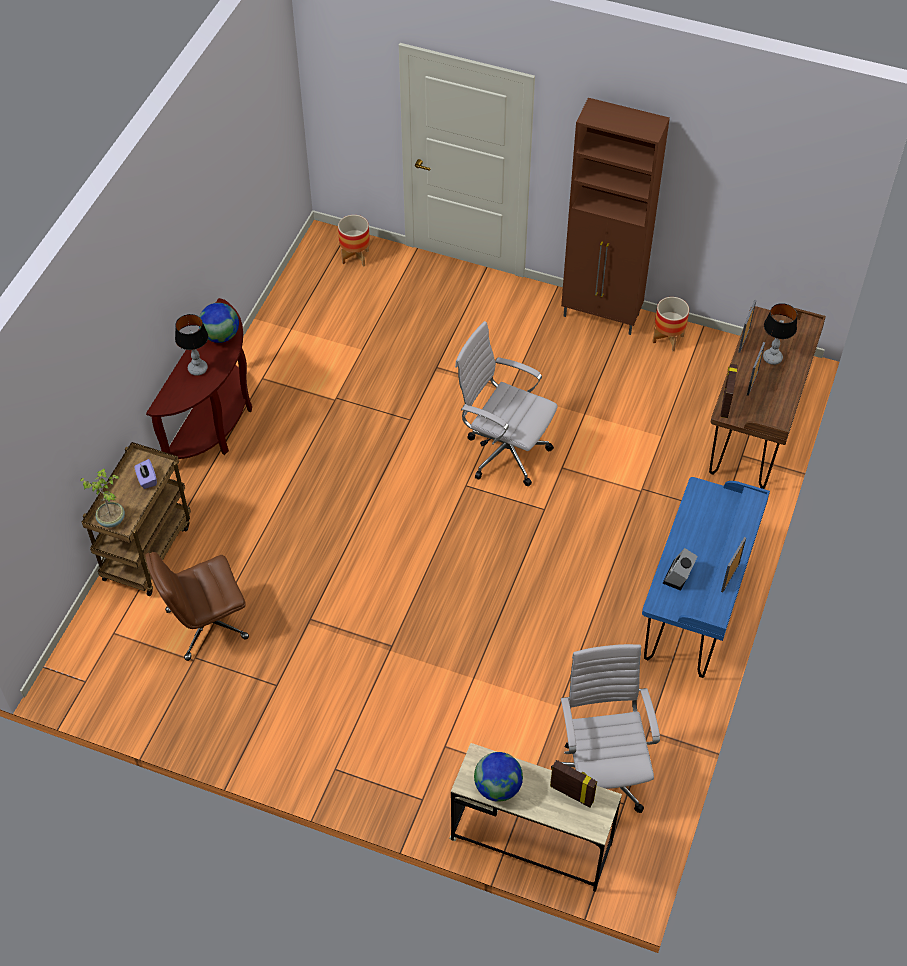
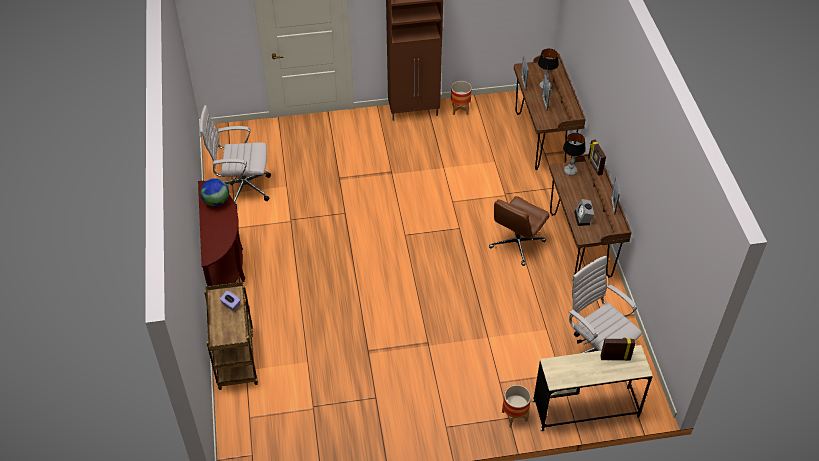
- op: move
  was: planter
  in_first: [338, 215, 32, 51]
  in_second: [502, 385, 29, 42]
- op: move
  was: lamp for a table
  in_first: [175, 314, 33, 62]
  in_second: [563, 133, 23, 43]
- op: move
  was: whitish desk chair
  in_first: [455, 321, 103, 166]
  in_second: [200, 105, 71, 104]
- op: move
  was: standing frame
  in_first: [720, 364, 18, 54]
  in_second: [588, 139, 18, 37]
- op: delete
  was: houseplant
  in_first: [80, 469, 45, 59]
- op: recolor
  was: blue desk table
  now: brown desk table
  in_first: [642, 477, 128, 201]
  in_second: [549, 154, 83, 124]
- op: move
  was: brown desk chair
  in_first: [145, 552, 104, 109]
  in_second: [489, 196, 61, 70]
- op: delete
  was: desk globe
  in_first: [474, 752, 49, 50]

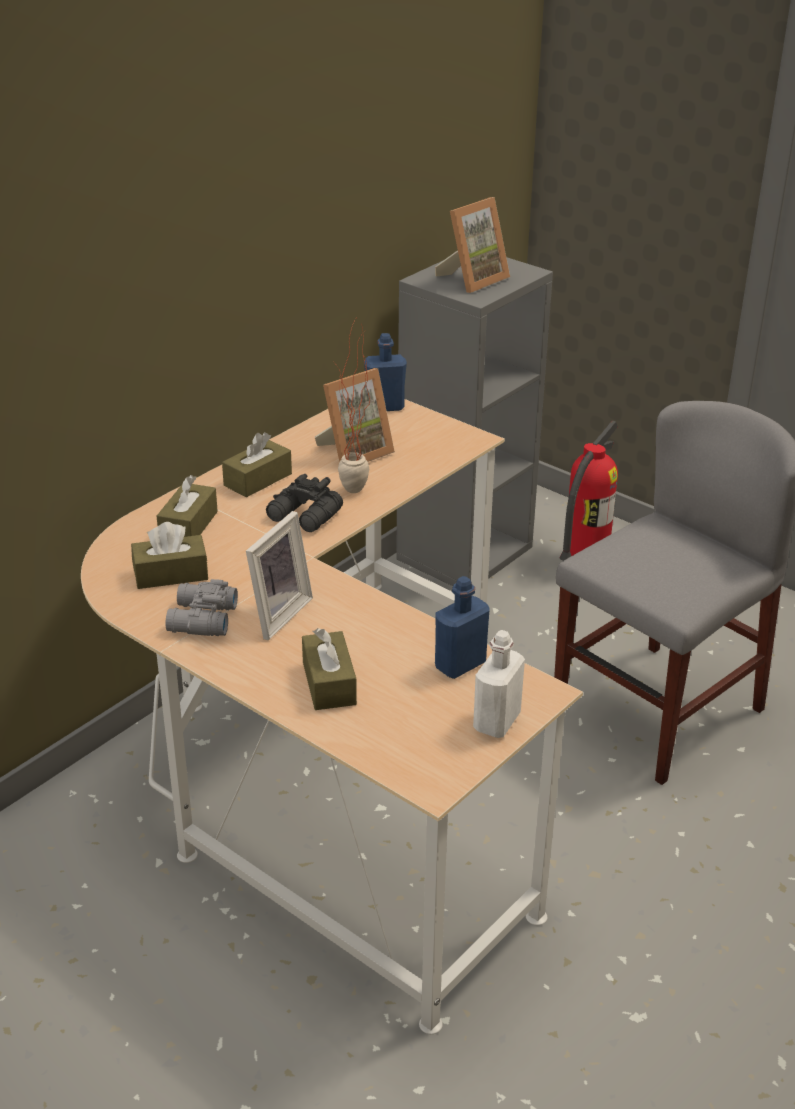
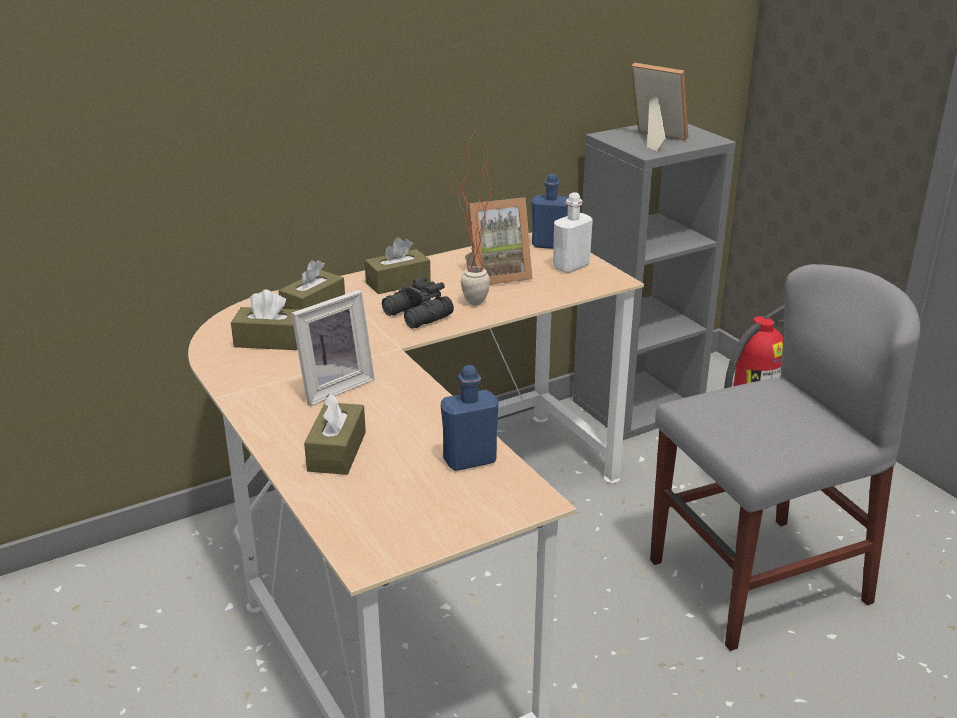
- op: rotate
  was: standing frame
  in_first: [435, 197, 75, 96]
  in_second: [631, 63, 57, 88]
  clockwise: -120
- op: delete
  was: grey binoculars
  in_first: [165, 579, 73, 57]
- op: move
  was: whitish beverage bottle
  in_first: [473, 630, 52, 108]
  in_second: [553, 192, 40, 81]

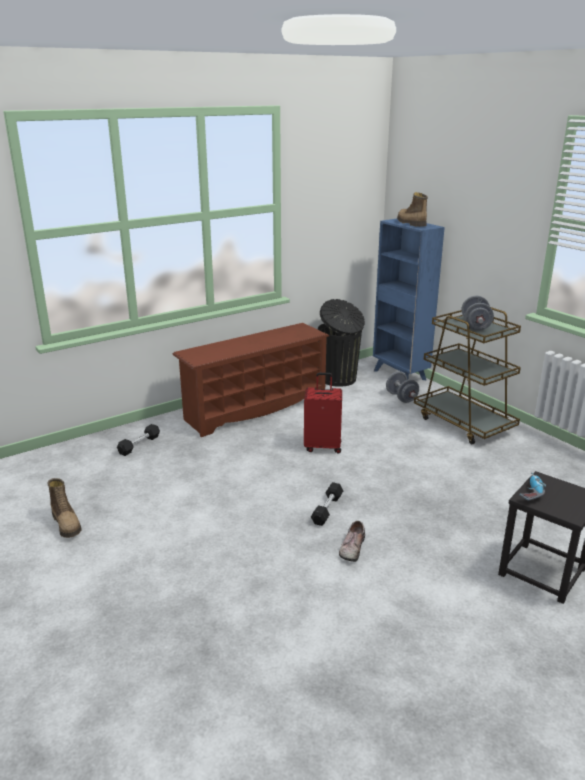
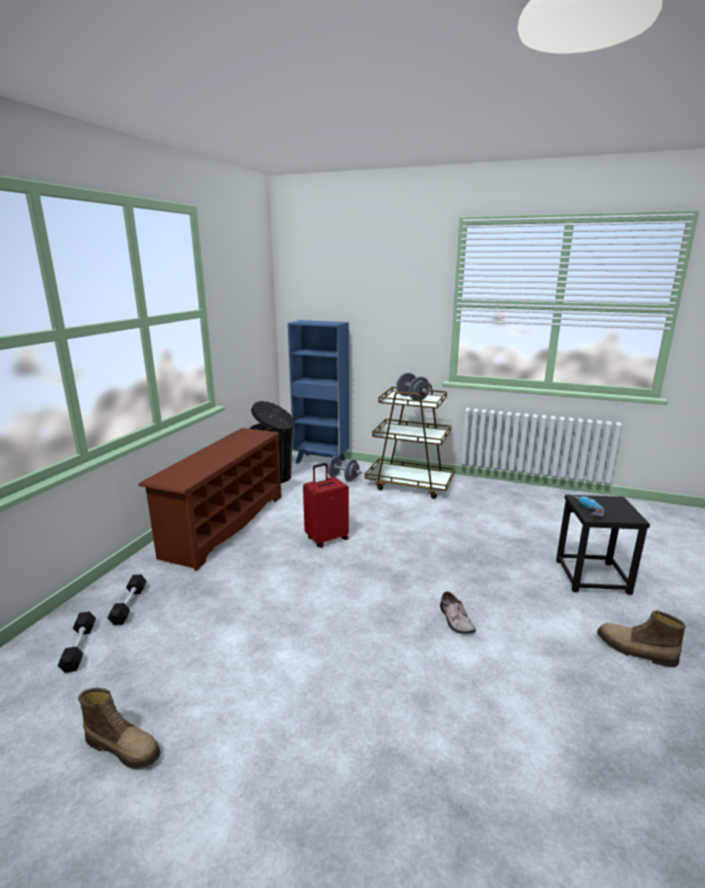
- op: move
  was: high-top boot
  in_first: [397, 192, 31, 35]
  in_second: [597, 610, 89, 57]
- op: move
  was: black hand weight
  in_first: [311, 482, 32, 44]
  in_second: [58, 612, 38, 61]

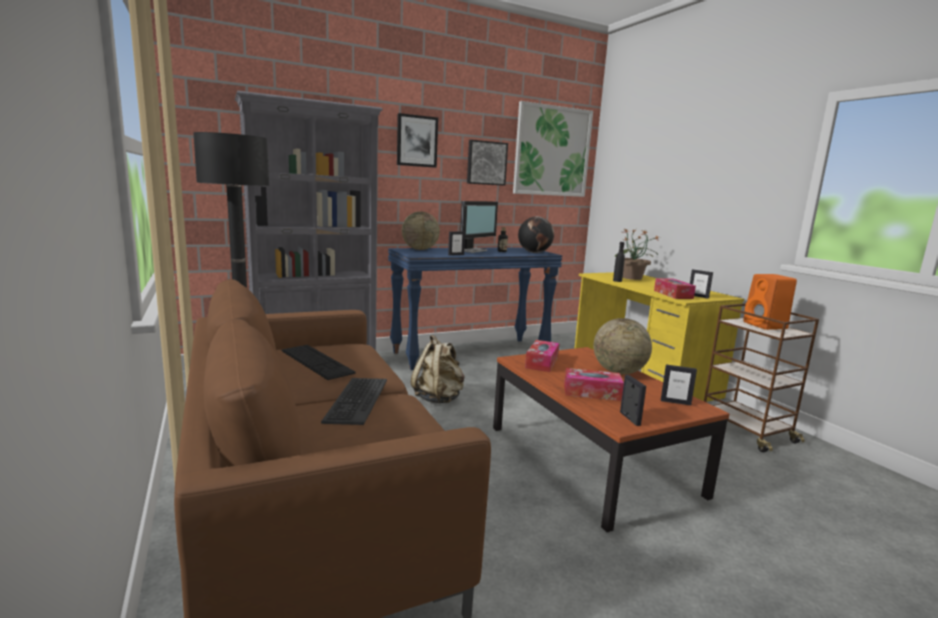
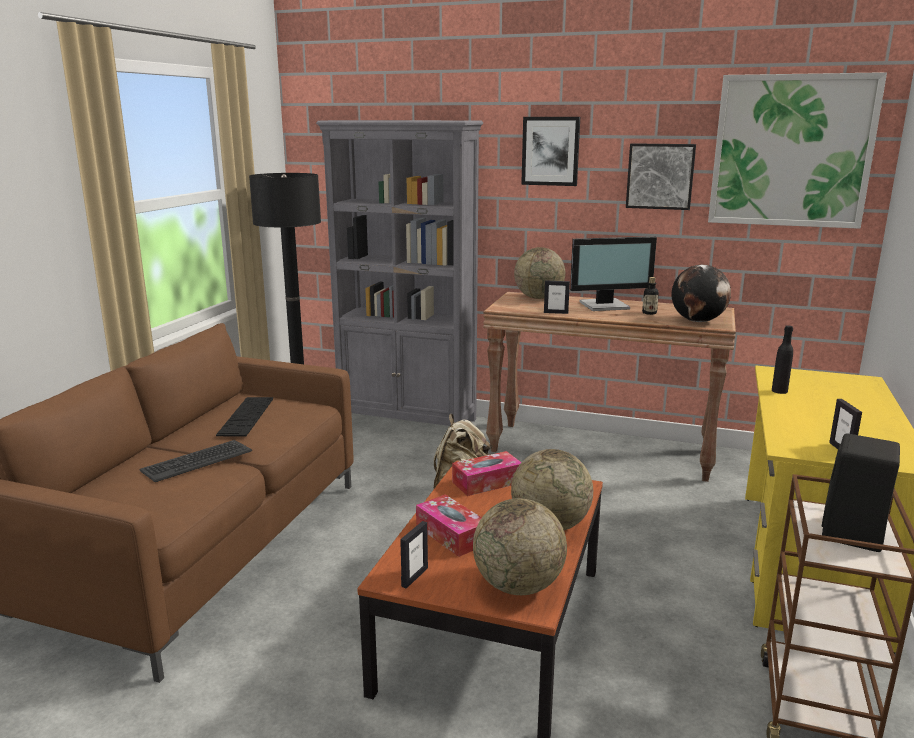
- op: delete
  was: houseplant
  in_first: [615, 229, 45, 51]
- op: recolor
  was: blue hall table
  now: brown hall table
  in_first: [388, 247, 175, 123]
  in_second: [483, 292, 253, 190]
- op: recolor
  was: orange loudspeaker
  now: black loudspeaker
  in_first: [743, 274, 54, 56]
  in_second: [822, 433, 78, 119]
- op: delete
  was: tissue box
  in_first: [654, 278, 42, 21]
- op: replace
  was: standing frame
  now: desk globe
  in_first: [661, 365, 36, 40]
  in_second: [473, 499, 94, 96]

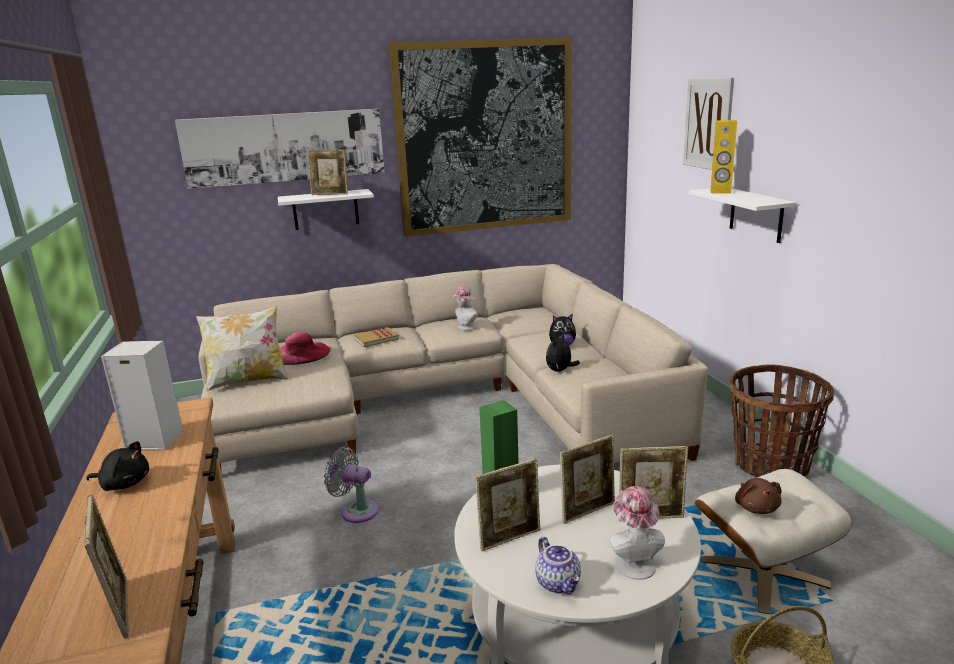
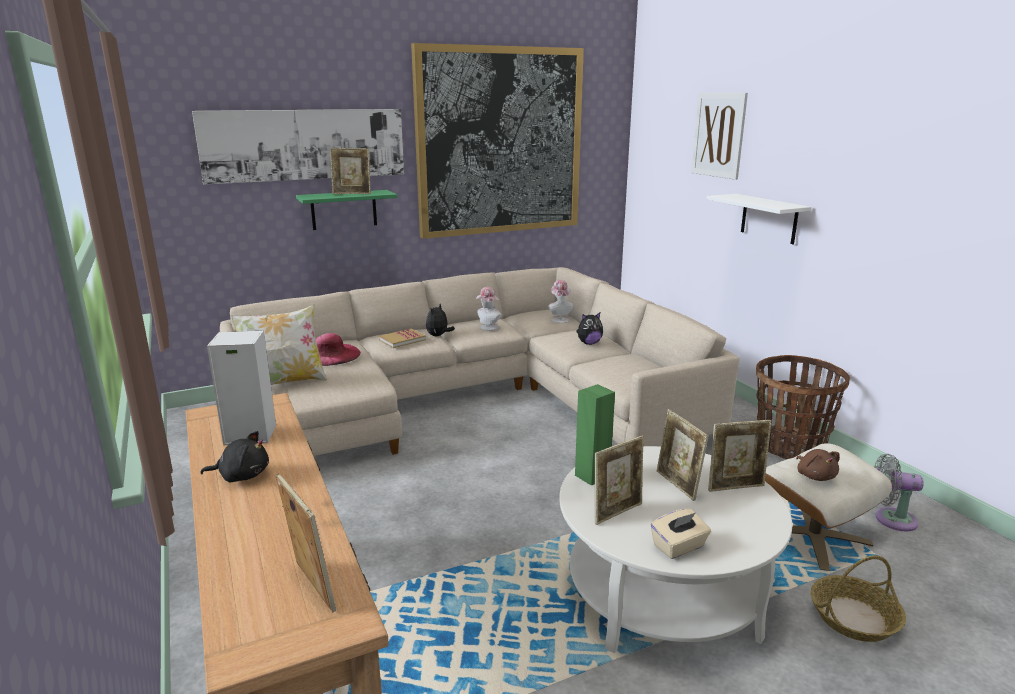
- op: delete
  was: yellow loudspeaker
  in_first: [710, 120, 27, 73]
- op: recolor
  was: whitish wall shelf
  now: green wall shelf
  in_first: [278, 189, 96, 41]
  in_second: [296, 190, 102, 40]
- op: move
  was: soft toy
  in_first: [546, 334, 34, 38]
  in_second: [426, 304, 29, 32]
- op: rotate
  was: standing frame
  in_first: [560, 435, 55, 89]
  in_second: [657, 409, 52, 92]
  clockwise: 105
- op: move
  was: grey electric fan
  in_first: [324, 447, 55, 76]
  in_second: [875, 454, 49, 78]
- op: move
  was: wearable hat
  in_first: [609, 486, 56, 94]
  in_second: [548, 280, 26, 43]
- op: replace
  was: teapot
  now: sand-coloured tissue box
  in_first: [535, 537, 46, 57]
  in_second: [651, 509, 60, 50]

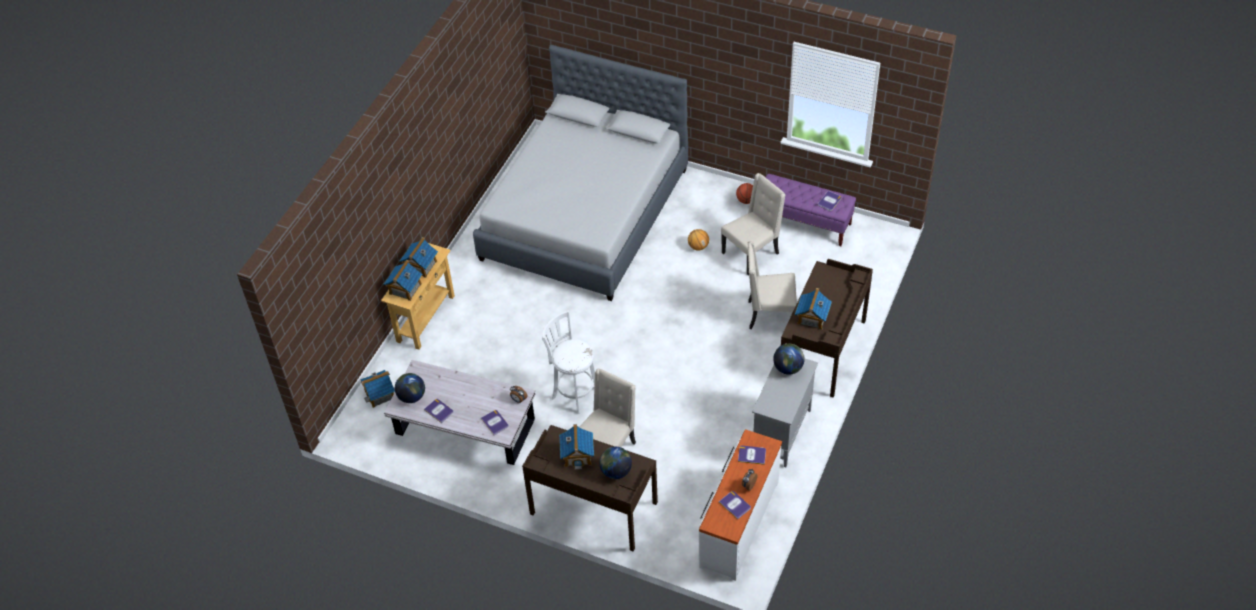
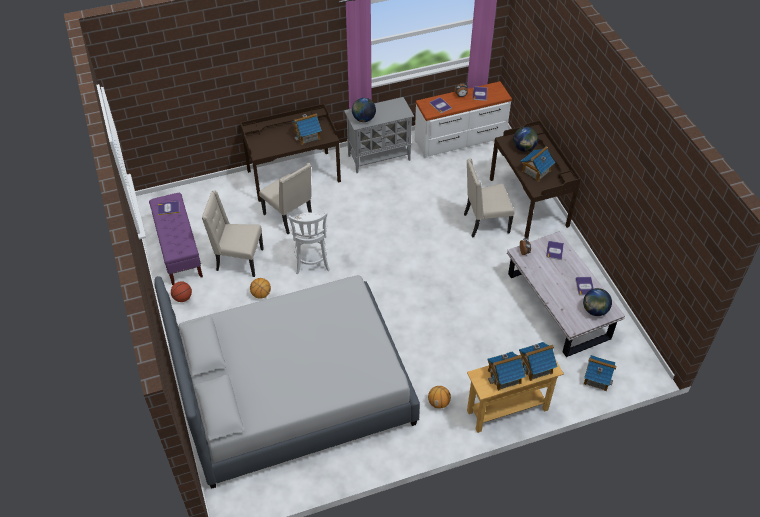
- op: move
  was: whitish sitting stool
  in_first: [542, 311, 53, 103]
  in_second: [288, 212, 42, 62]
- op: insert
  now: basketball ball
  in_second: [428, 386, 23, 23]

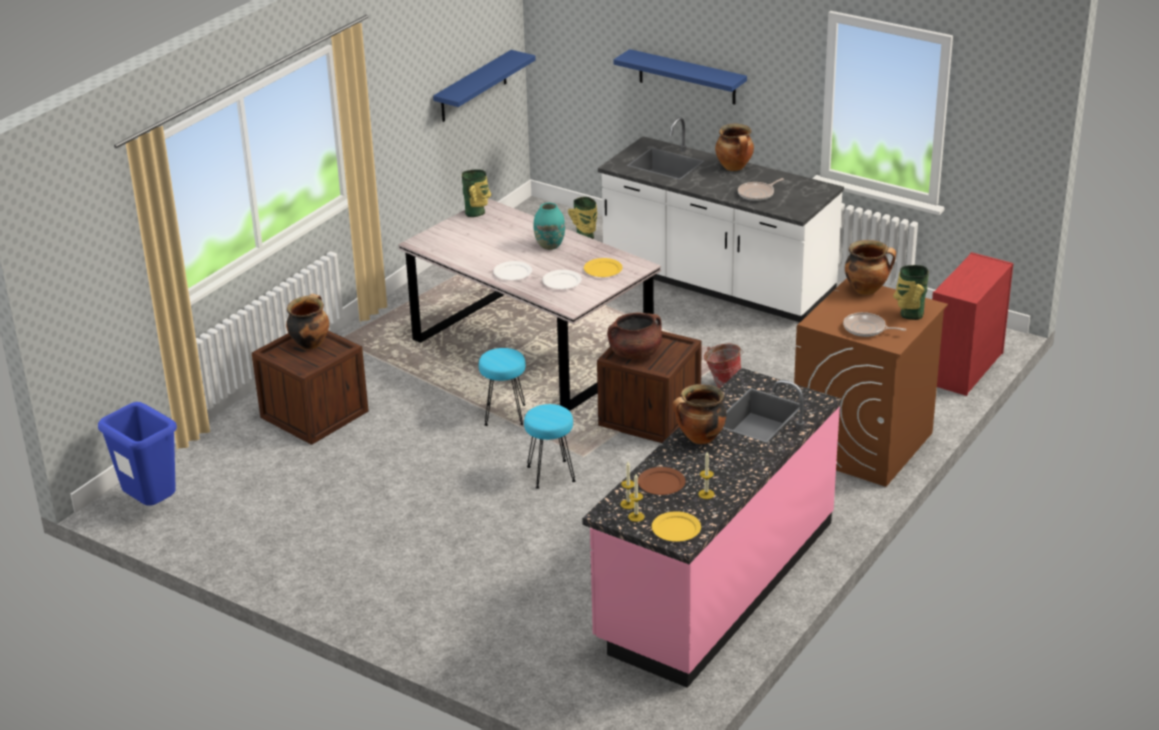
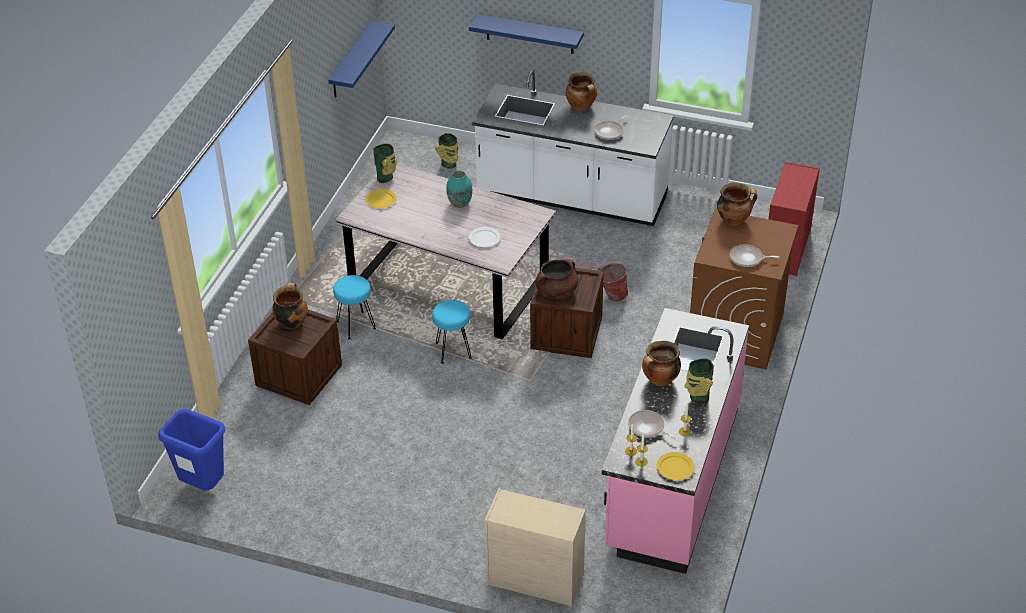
- op: move
  was: yellow flat dish
  in_first: [584, 258, 39, 19]
  in_second: [366, 189, 30, 19]
- op: delete
  was: whitish flat dish
  in_first: [493, 261, 39, 19]
- op: move
  was: decorative vase
  in_first: [893, 265, 36, 55]
  in_second: [684, 358, 30, 45]
- op: move
  was: turquoise-coloured sitting stool
  in_first: [524, 404, 52, 85]
  in_second: [333, 275, 43, 64]
- op: replace
  was: brown flat dish
  now: frying pan
  in_first: [638, 467, 48, 28]
  in_second: [628, 410, 49, 29]
- op: insert
  now: sand-coloured chest of drawers
  in_second: [485, 488, 101, 119]

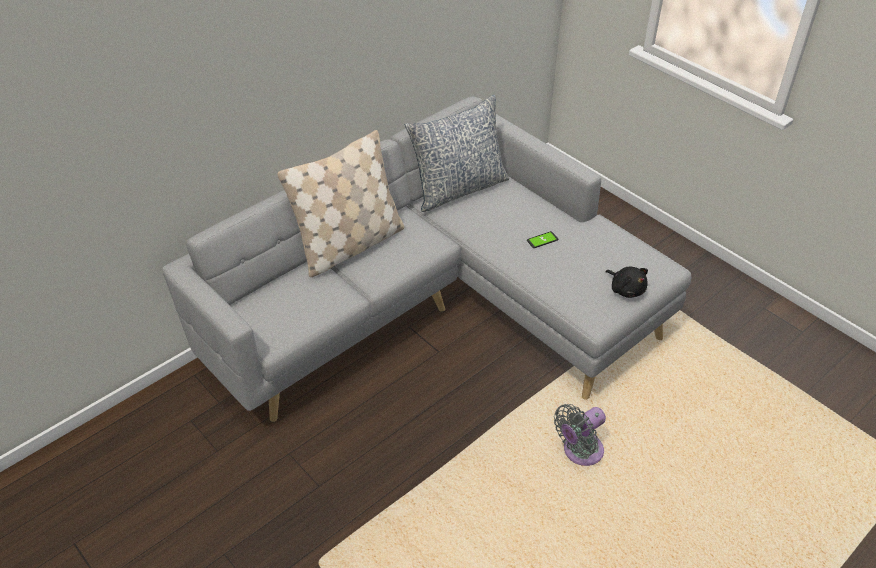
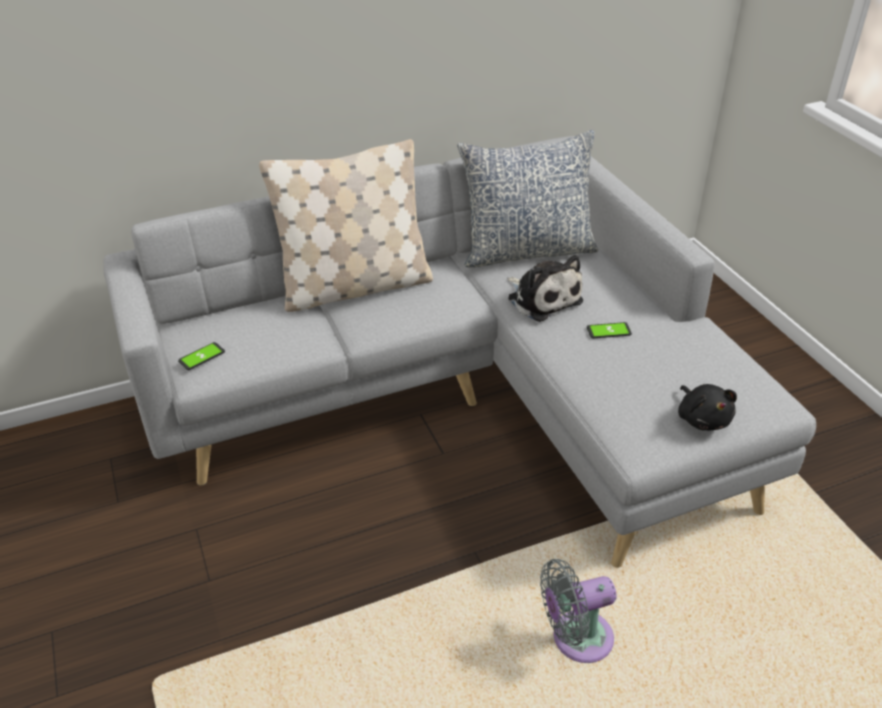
- op: insert
  now: soft toy
  in_second: [507, 255, 76, 67]
- op: insert
  now: handset
  in_second: [178, 342, 47, 28]

